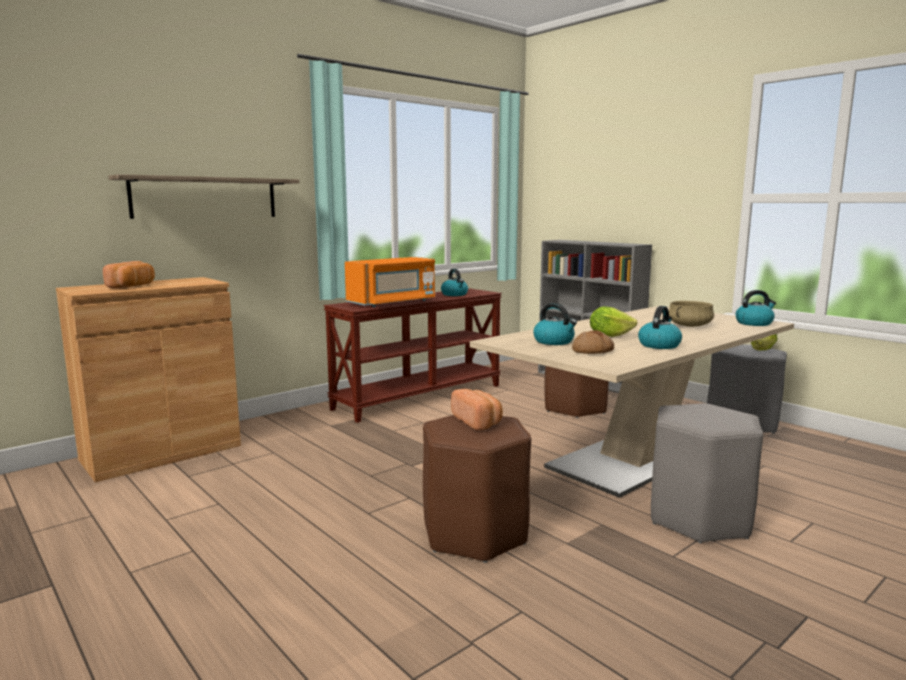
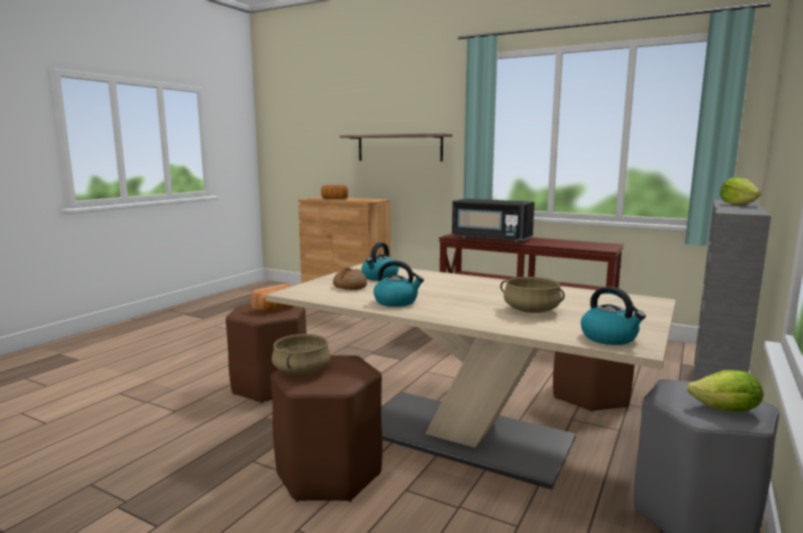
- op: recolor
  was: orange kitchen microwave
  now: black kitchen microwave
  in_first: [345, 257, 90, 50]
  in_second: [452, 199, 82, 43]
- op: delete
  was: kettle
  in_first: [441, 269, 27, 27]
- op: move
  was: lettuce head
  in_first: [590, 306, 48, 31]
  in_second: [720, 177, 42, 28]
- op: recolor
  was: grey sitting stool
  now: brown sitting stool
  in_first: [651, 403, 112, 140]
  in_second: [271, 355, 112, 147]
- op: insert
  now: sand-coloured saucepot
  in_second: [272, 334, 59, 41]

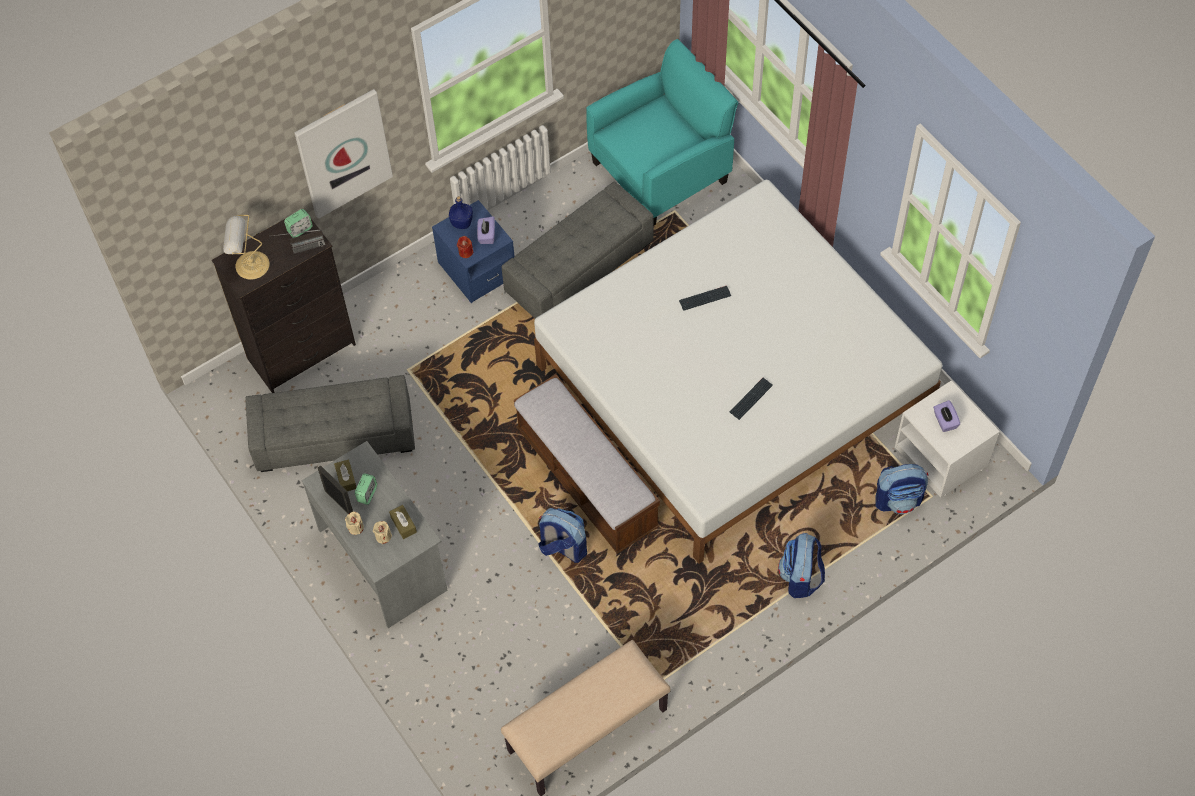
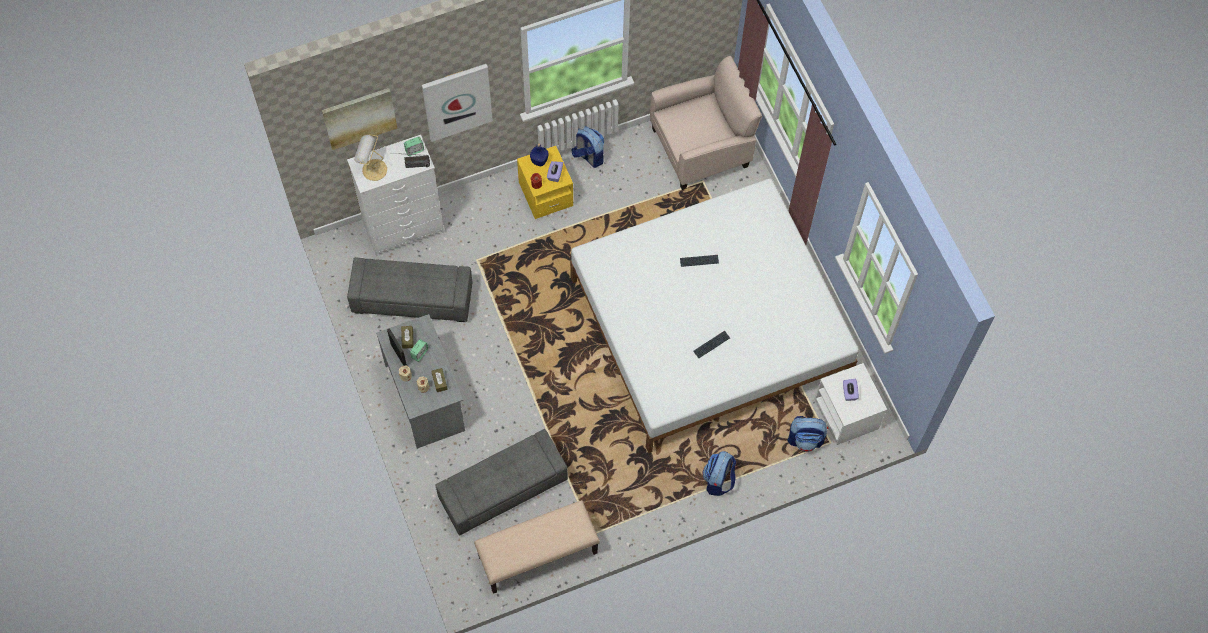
- op: recolor
  was: turquoise-coloured easy chair
  now: sand-coloured easy chair
  in_first: [586, 39, 152, 186]
  in_second: [650, 56, 112, 134]
- op: move
  was: grey pouffe
  in_first: [502, 181, 152, 137]
  in_second: [436, 429, 132, 106]
- op: recolor
  was: blue night table
  now: yellow night table
  in_first: [432, 200, 82, 103]
  in_second: [517, 146, 56, 73]
- op: recolor
  was: black chest of drawers
  now: whitish chest of drawers
  in_first: [212, 218, 144, 175]
  in_second: [347, 135, 97, 121]
- op: delete
  was: long seat
  in_first: [514, 374, 146, 180]
- op: move
  was: knapsack
  in_first: [538, 508, 49, 55]
  in_second: [571, 126, 33, 42]
- op: insert
  now: picture
  in_second: [322, 88, 75, 62]

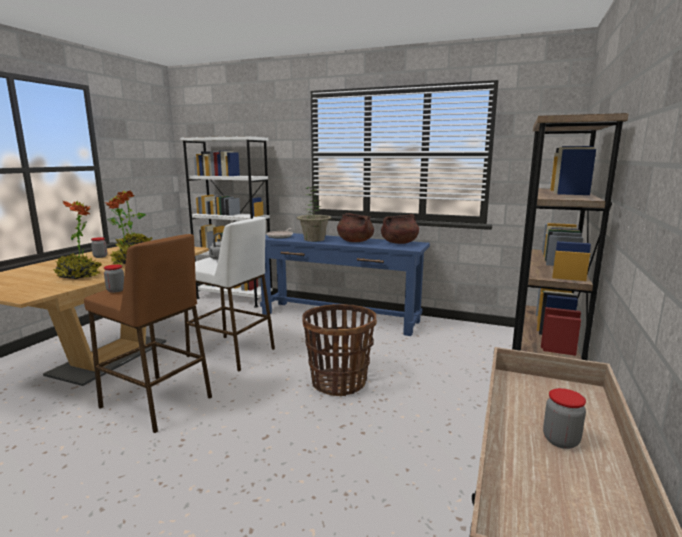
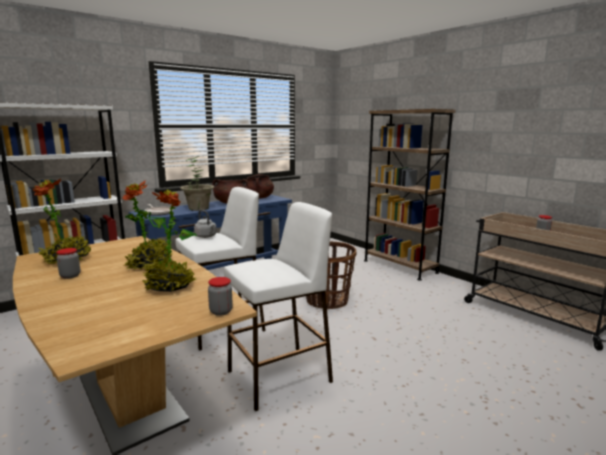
- op: recolor
  was: brown sitting stool
  now: whitish sitting stool
  in_first: [84, 234, 128, 199]
  in_second: [224, 202, 109, 209]
- op: move
  was: jar
  in_first: [104, 264, 20, 29]
  in_second: [208, 277, 25, 39]

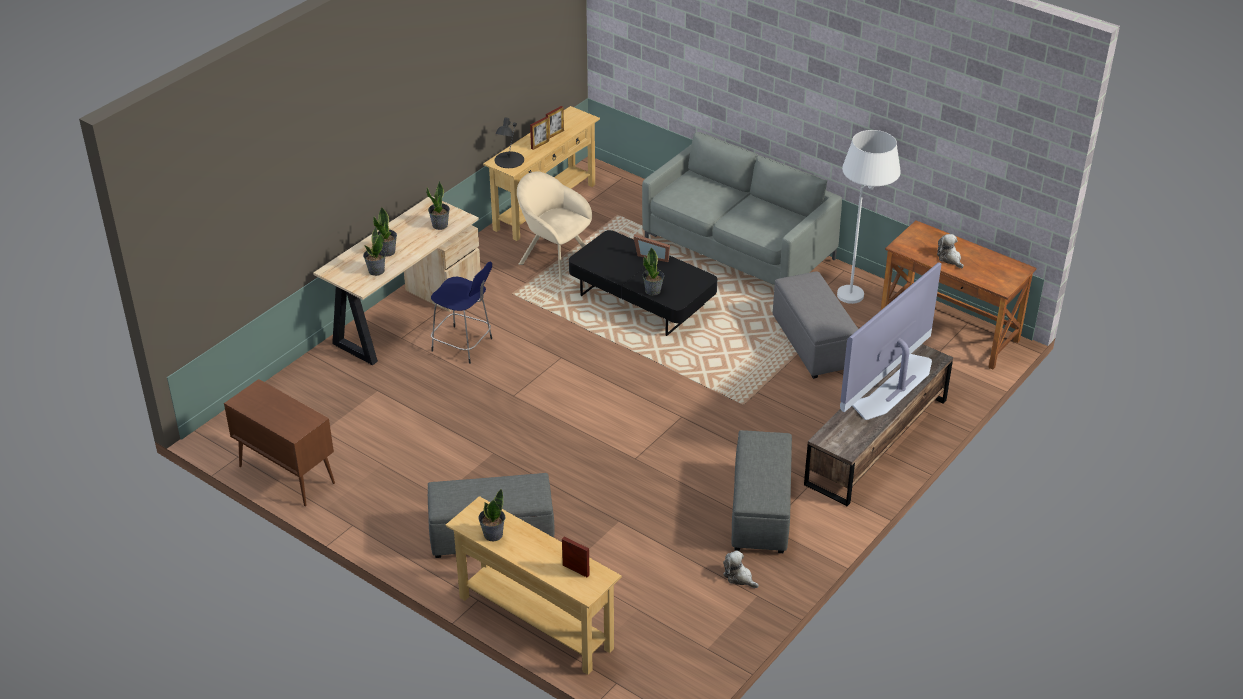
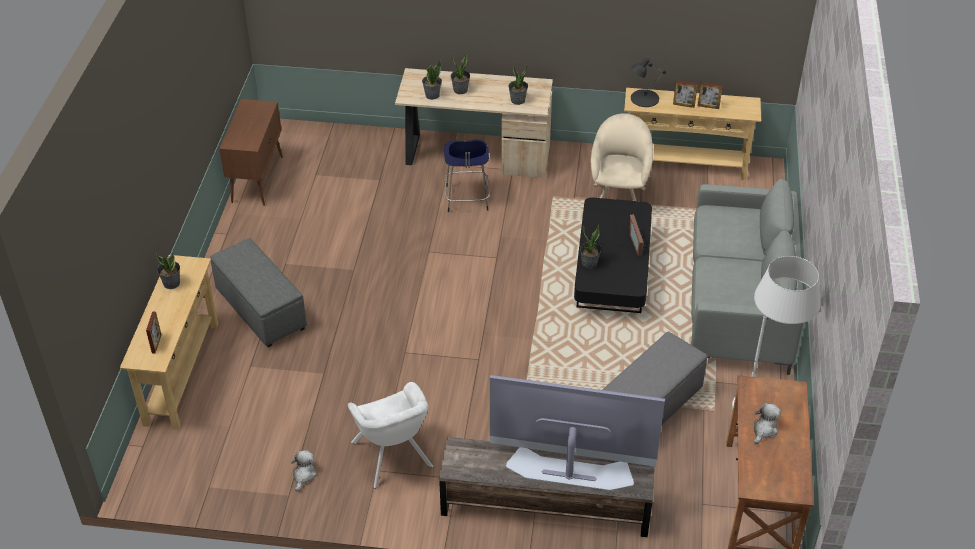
- op: replace
  was: grey pouffe
  now: whitish easy chair
  in_first: [732, 430, 60, 123]
  in_second: [348, 382, 86, 107]

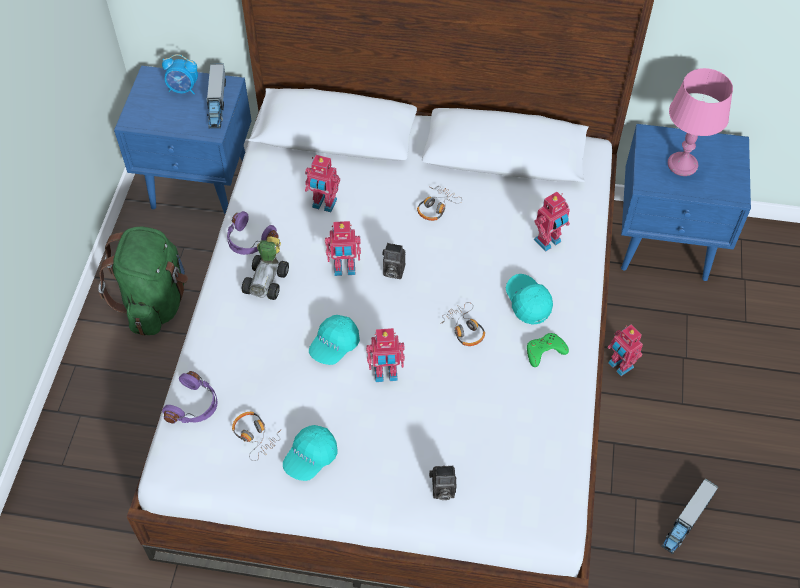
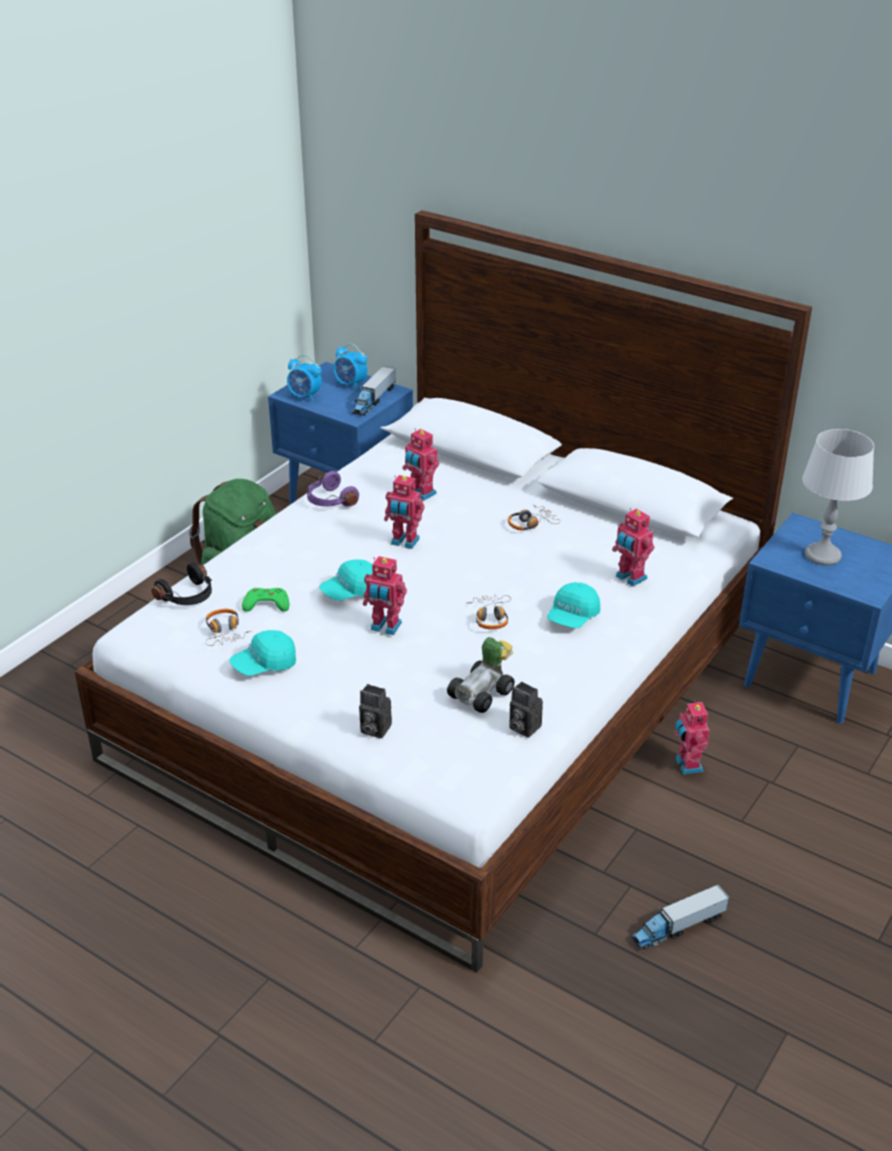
- op: recolor
  was: pink lamp for a table
  now: grey lamp for a table
  in_first: [668, 68, 65, 108]
  in_second: [802, 429, 72, 137]
- op: rotate
  was: toy robot
  in_first: [534, 192, 36, 60]
  in_second: [612, 508, 43, 79]
  clockwise: 60
- op: move
  was: toy car
  in_first: [242, 237, 47, 63]
  in_second: [447, 637, 68, 76]
- op: move
  was: still camera
  in_first: [382, 243, 23, 36]
  in_second: [509, 682, 34, 56]
- op: rotate
  was: turquoise-coloured peaked cap
  in_first: [506, 274, 47, 51]
  in_second: [547, 582, 53, 46]
  clockwise: -150
- op: move
  was: green joypad
  in_first: [527, 333, 42, 34]
  in_second: [242, 588, 47, 24]
- op: recolor
  was: purplish headphones
  now: black headphones
  in_first: [162, 371, 56, 53]
  in_second: [152, 563, 60, 42]
- op: insert
  now: alarm clock
  in_second: [287, 355, 35, 46]

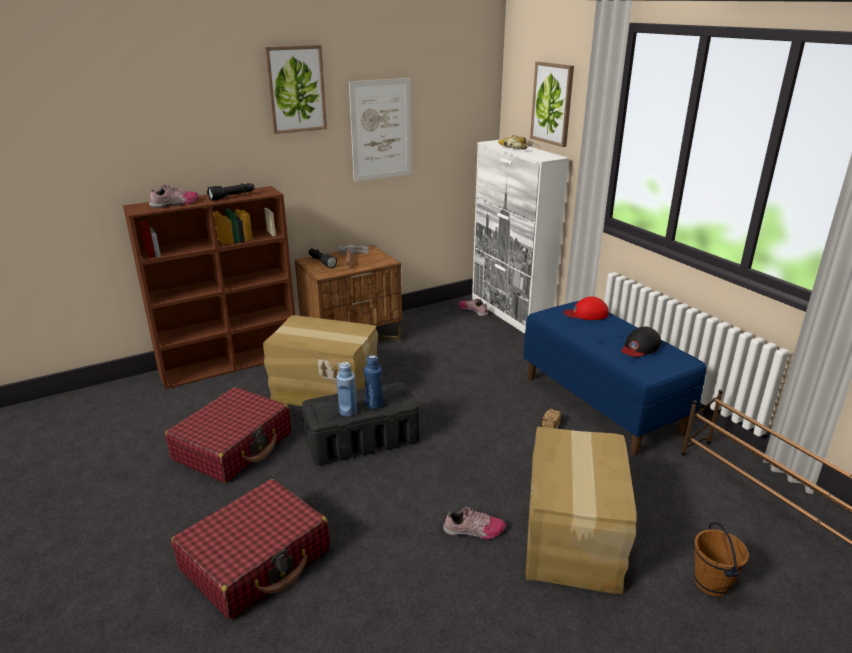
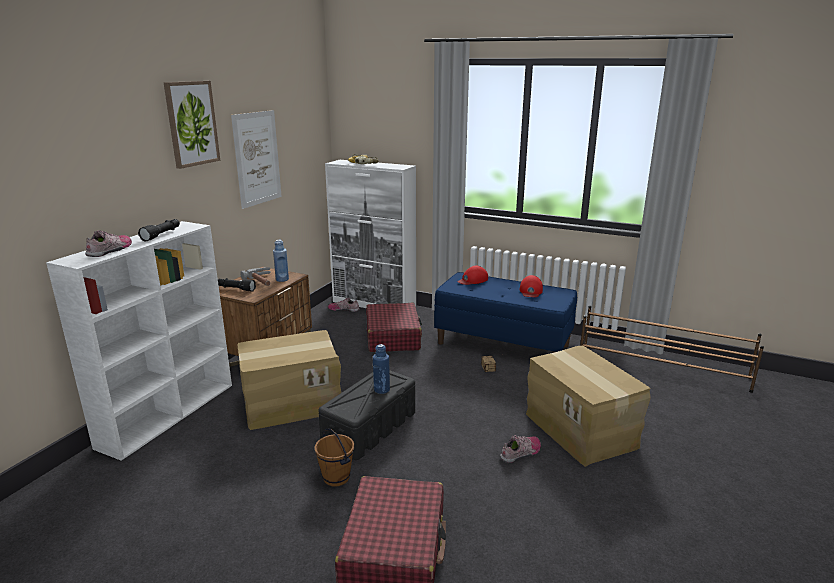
- op: delete
  was: picture
  in_first: [530, 62, 44, 85]
- op: recolor
  was: brown bookshelf
  now: whitish bookshelf
  in_first: [123, 186, 172, 203]
  in_second: [46, 221, 186, 240]
- op: recolor
  was: black peaked cap
  now: red-coloured peaked cap
  in_first: [621, 326, 40, 31]
  in_second: [519, 275, 24, 22]
- op: move
  was: blue beverage bottle
  in_first: [337, 362, 20, 54]
  in_second: [273, 240, 16, 42]
- op: move
  was: red-coloured suitcase
  in_first: [165, 387, 126, 96]
  in_second: [366, 303, 56, 49]
- op: move
  was: brown bucket
  in_first: [694, 522, 55, 75]
  in_second: [315, 428, 39, 58]

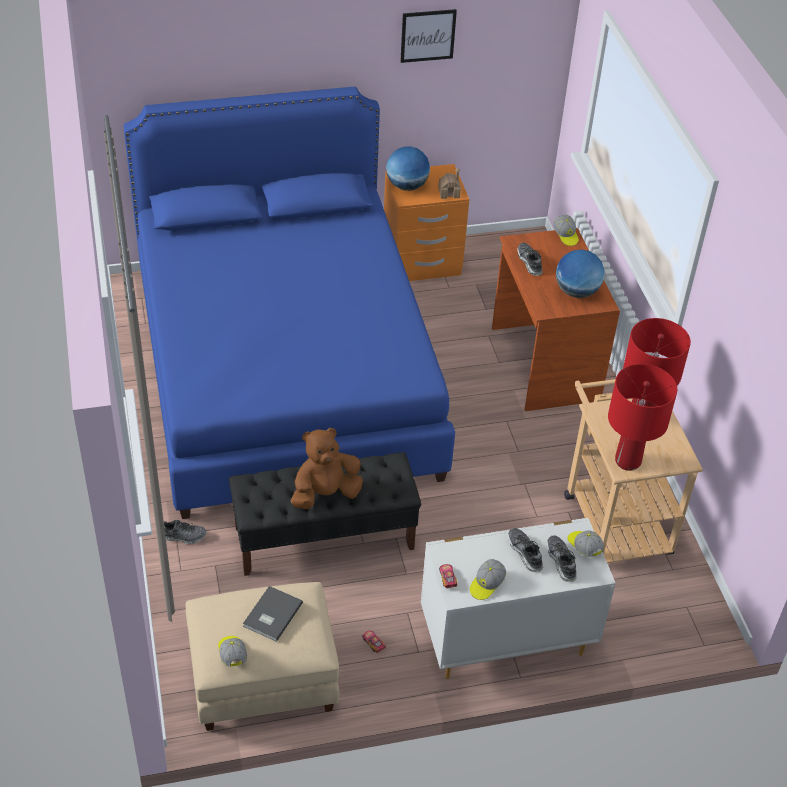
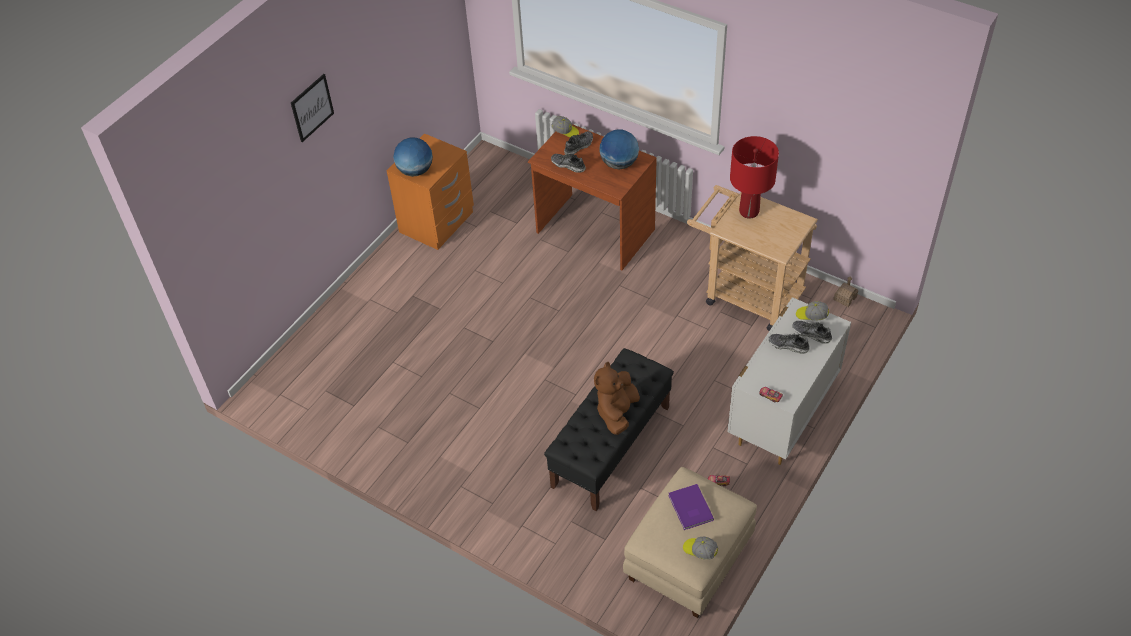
- op: move
  was: picture
  in_first: [400, 9, 57, 54]
  in_second: [291, 74, 43, 68]
- op: delete
  was: blue bedroom bed
  in_first: [123, 87, 332, 432]
- op: move
  was: miniature house
  in_first: [438, 168, 23, 31]
  in_second: [833, 277, 25, 30]
- op: delete
  was: red-coloured lamp for a table
  in_first: [608, 364, 69, 107]
- op: move
  was: item of footwear
  in_first: [164, 520, 42, 24]
  in_second: [564, 131, 29, 24]
- op: delete
  was: peaked cap
  in_first: [470, 559, 36, 41]
- op: recolor
  was: grey volume
  now: purplish volume
  in_first: [243, 586, 60, 56]
  in_second: [668, 484, 46, 46]

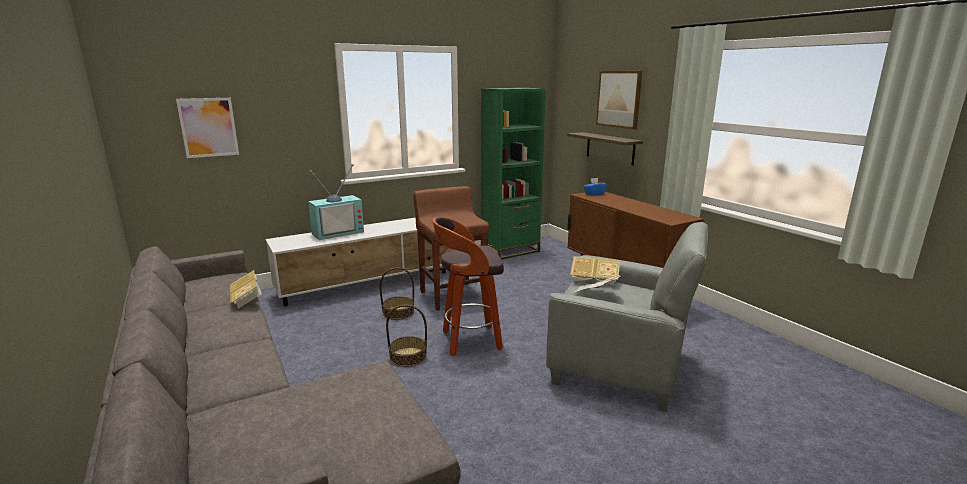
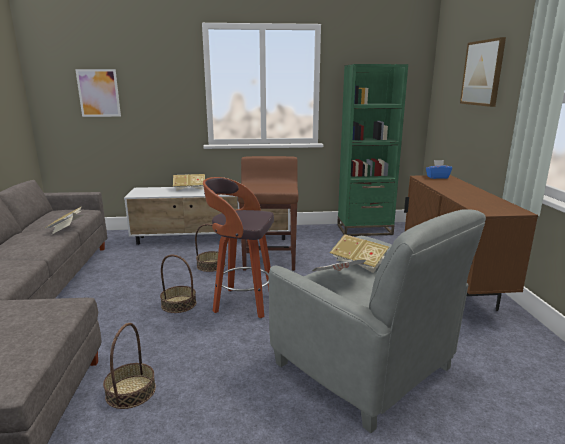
- op: delete
  was: wall shelf
  in_first: [567, 132, 76, 33]
- op: replace
  was: television
  now: volume
  in_first: [308, 164, 56, 76]
  in_second: [173, 174, 32, 17]
- op: insert
  now: storage basket
  in_second: [103, 323, 53, 86]

